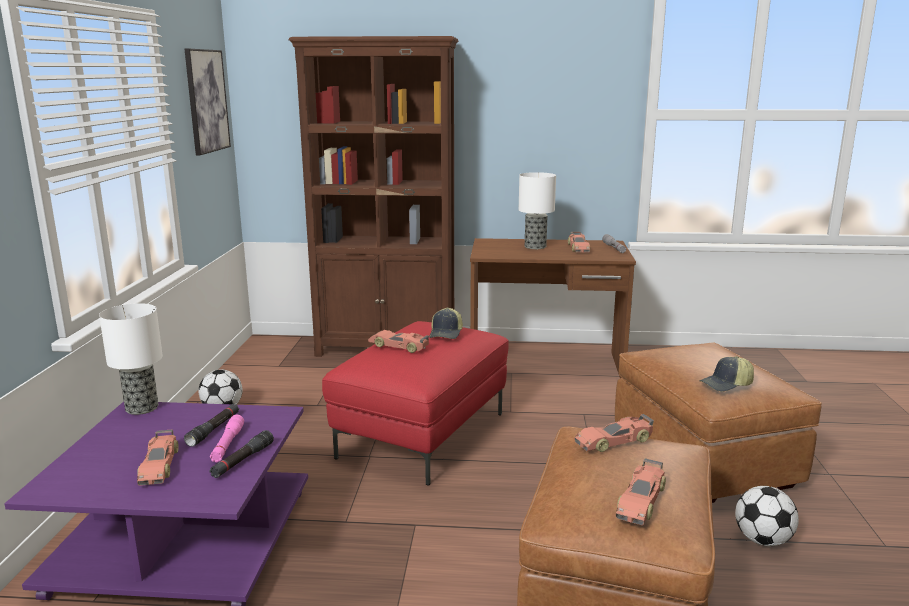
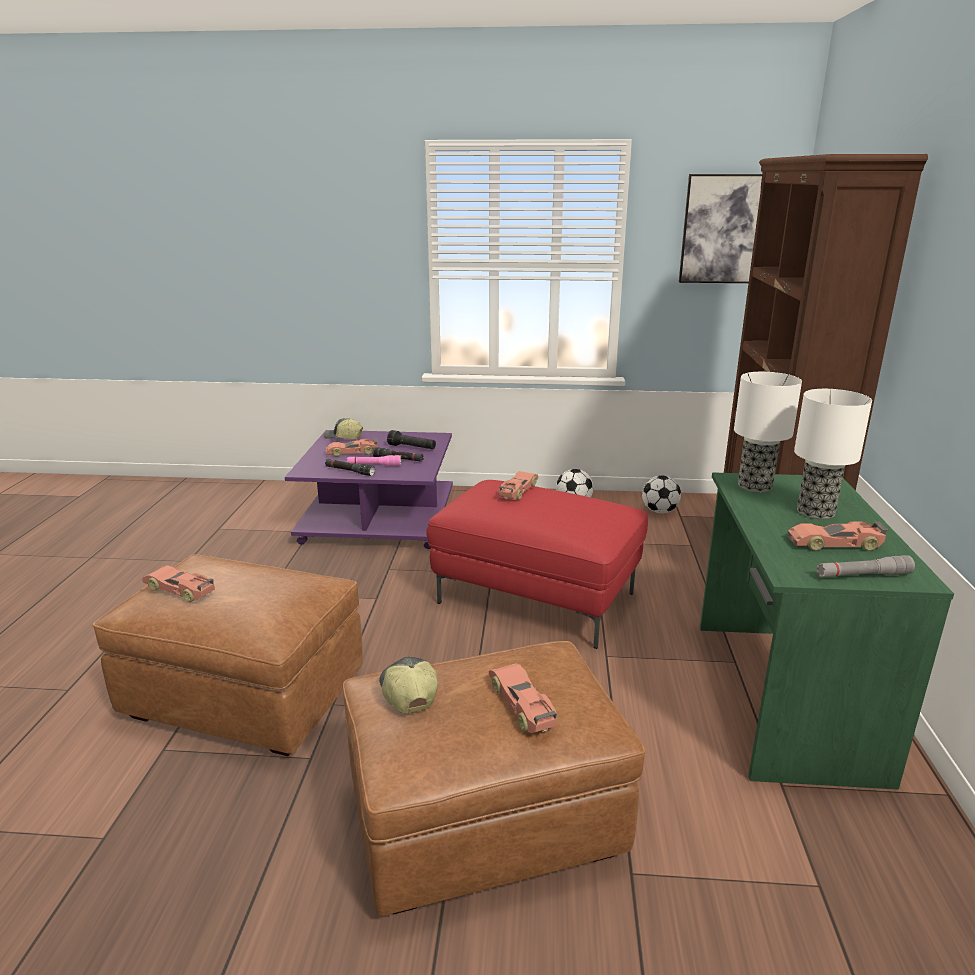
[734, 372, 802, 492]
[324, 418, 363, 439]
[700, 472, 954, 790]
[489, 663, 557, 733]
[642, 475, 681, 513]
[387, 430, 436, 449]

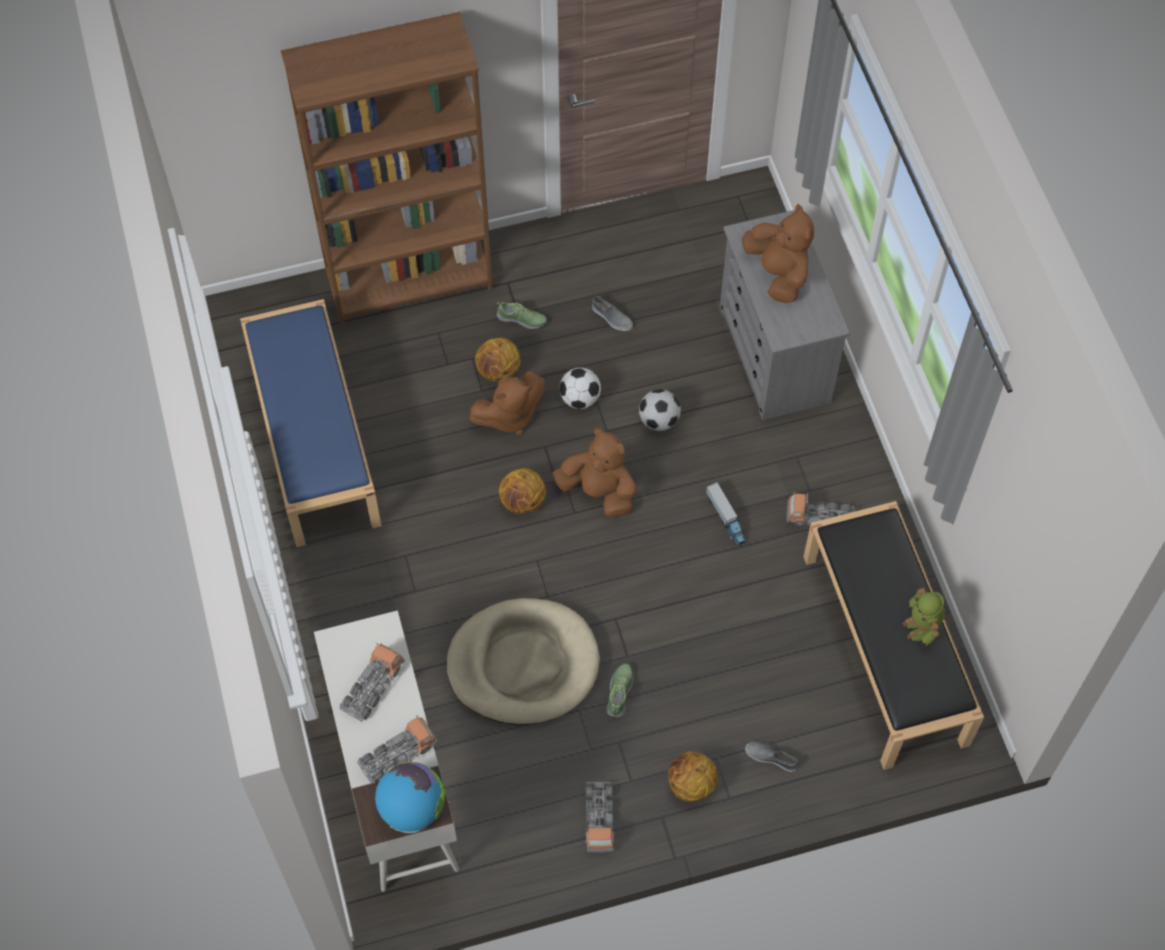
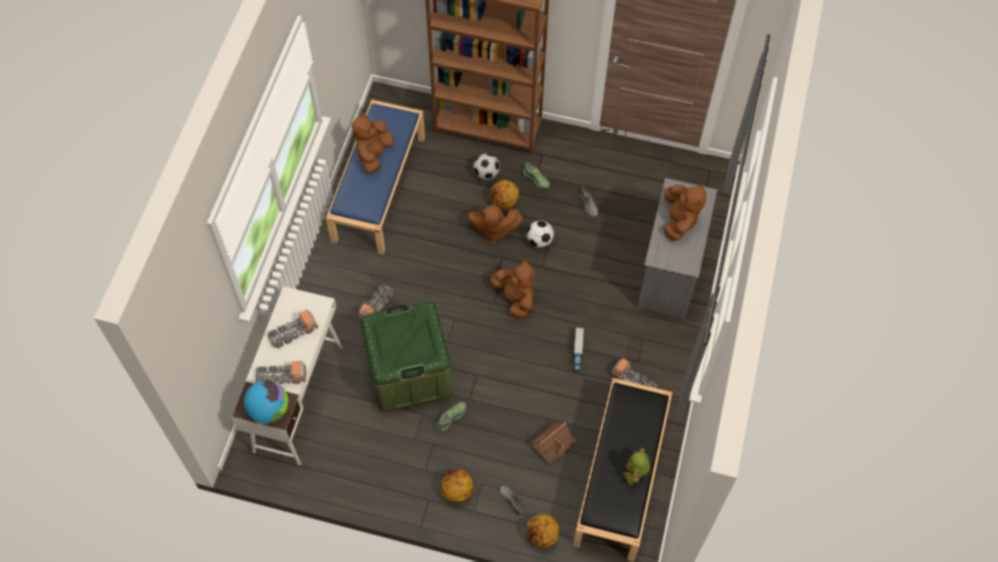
[360, 301, 453, 412]
[526, 514, 559, 548]
[358, 284, 395, 319]
[474, 154, 500, 180]
[352, 113, 394, 174]
[530, 423, 576, 464]

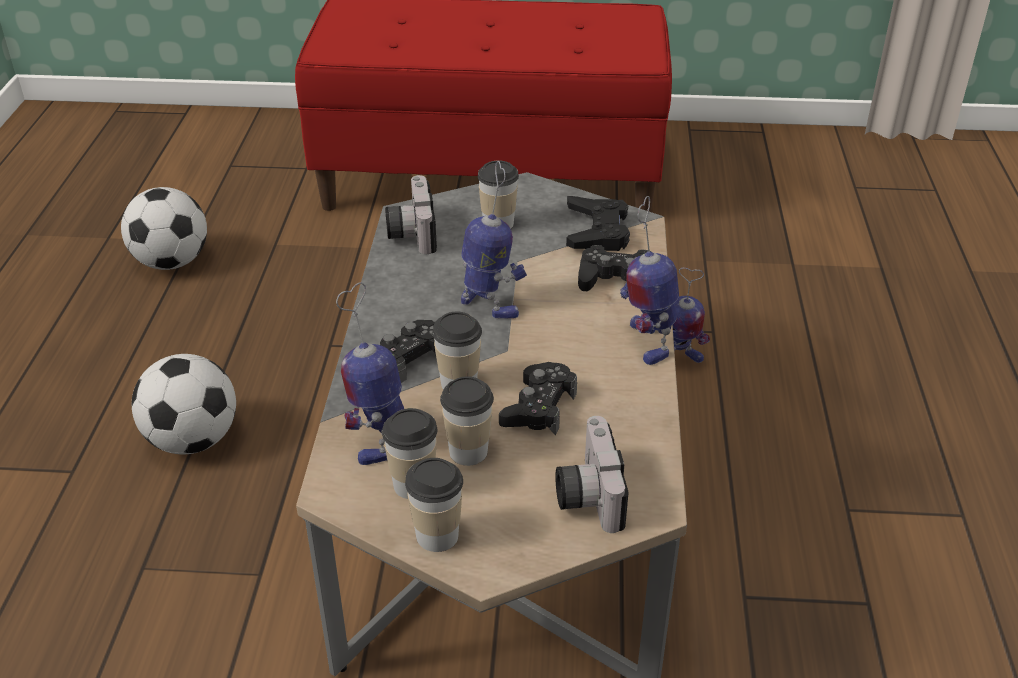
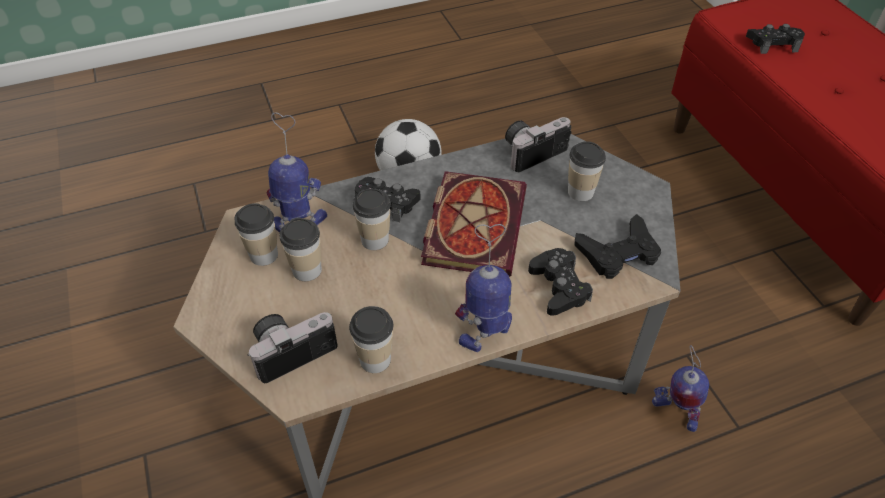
[121, 187, 207, 270] (first image)
[349, 306, 393, 373]
[421, 171, 527, 277]
[746, 24, 805, 54]

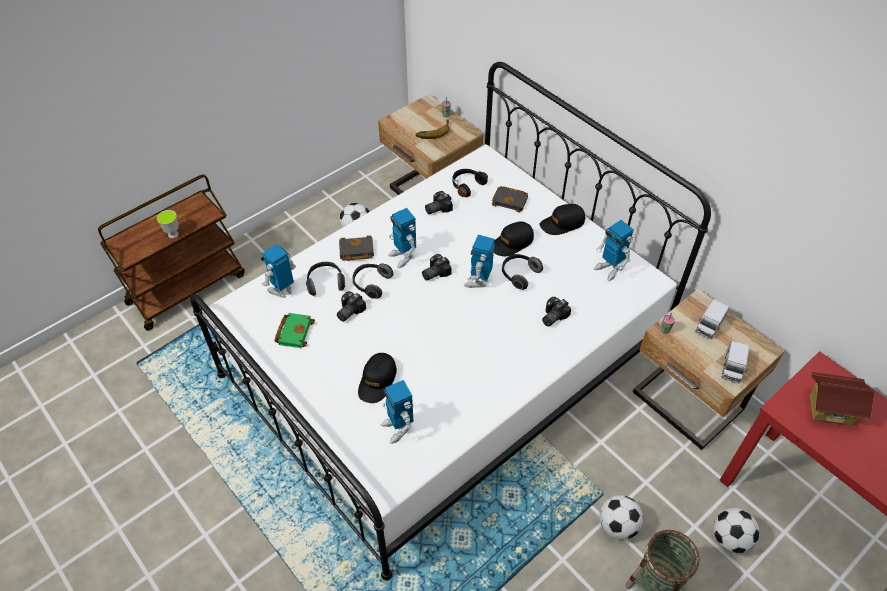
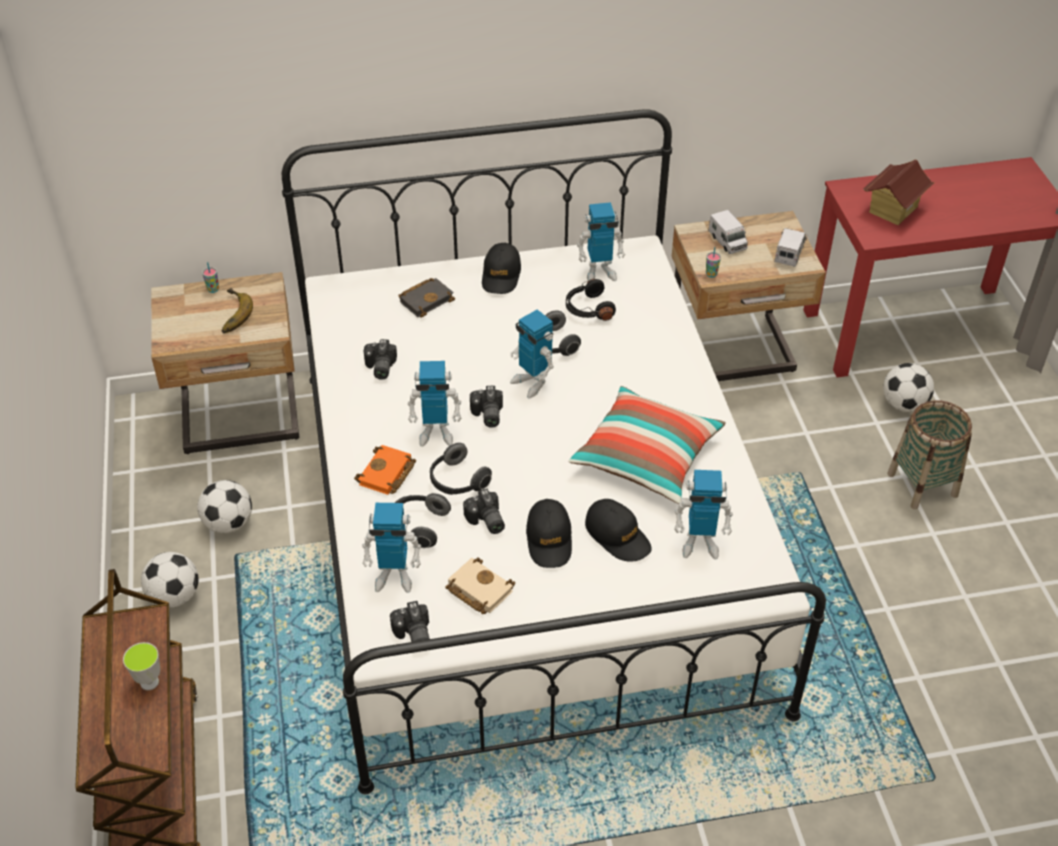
[362, 503, 421, 593]
[446, 557, 515, 614]
[354, 445, 416, 495]
[566, 279, 616, 321]
[526, 499, 572, 568]
[390, 601, 430, 642]
[141, 552, 199, 608]
[774, 228, 807, 267]
[569, 386, 726, 504]

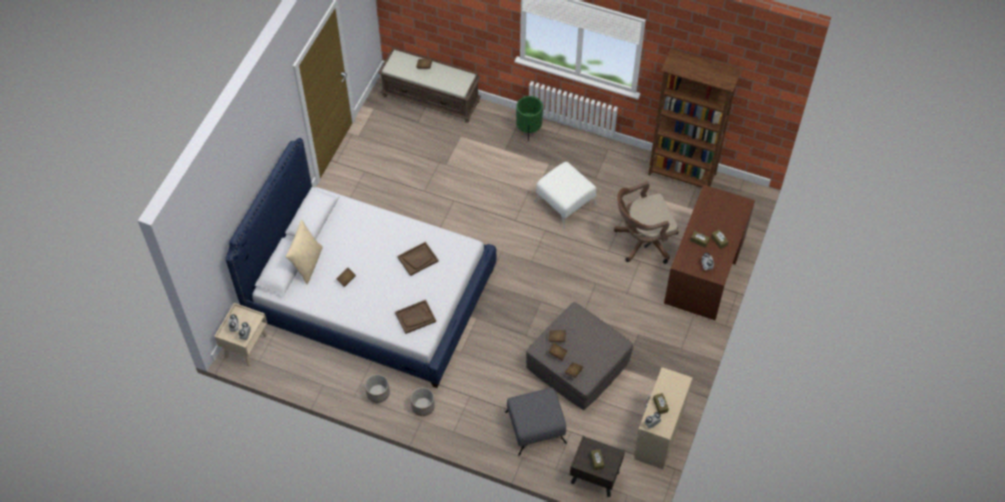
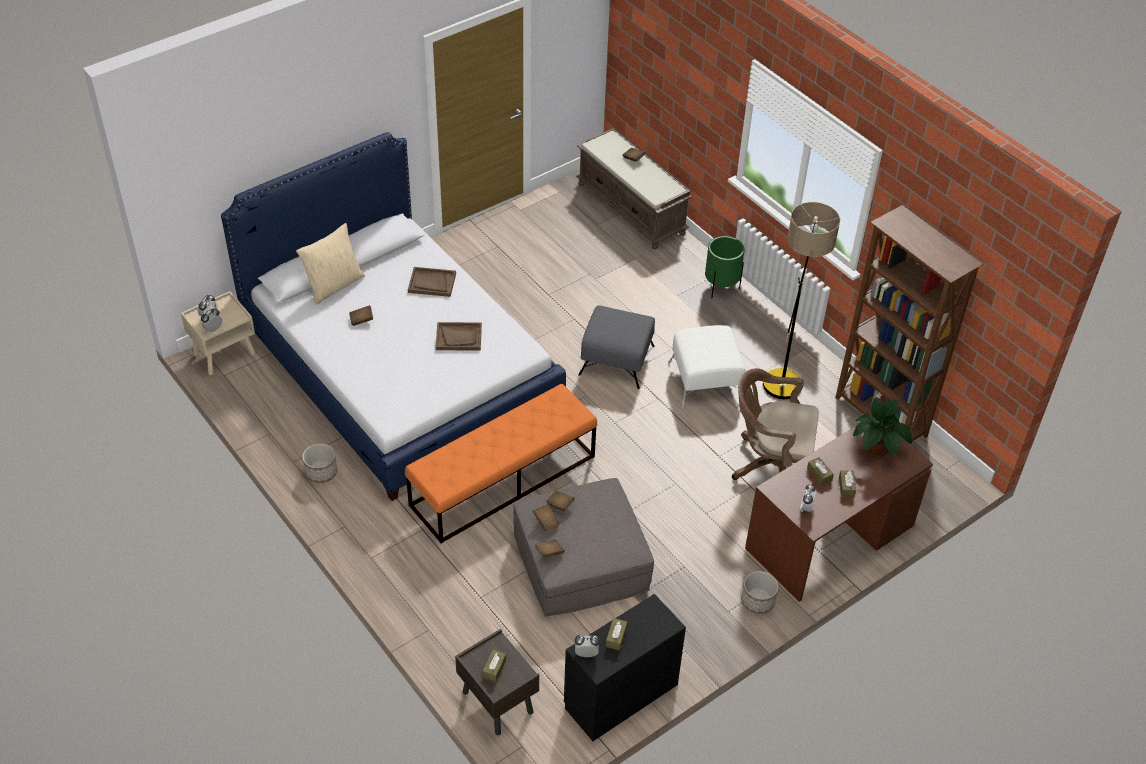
[408, 267, 456, 297]
[741, 571, 779, 614]
[578, 305, 655, 389]
[564, 594, 686, 741]
[405, 384, 597, 543]
[763, 202, 840, 399]
[853, 397, 912, 456]

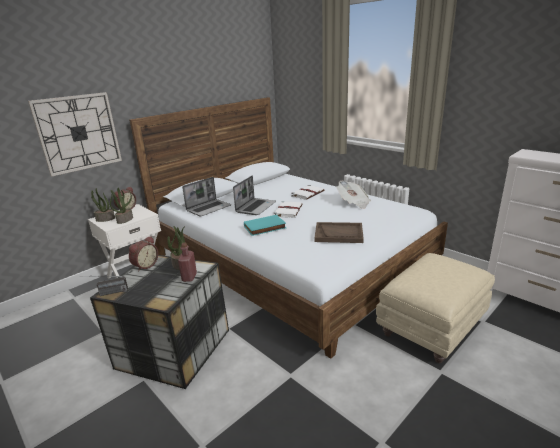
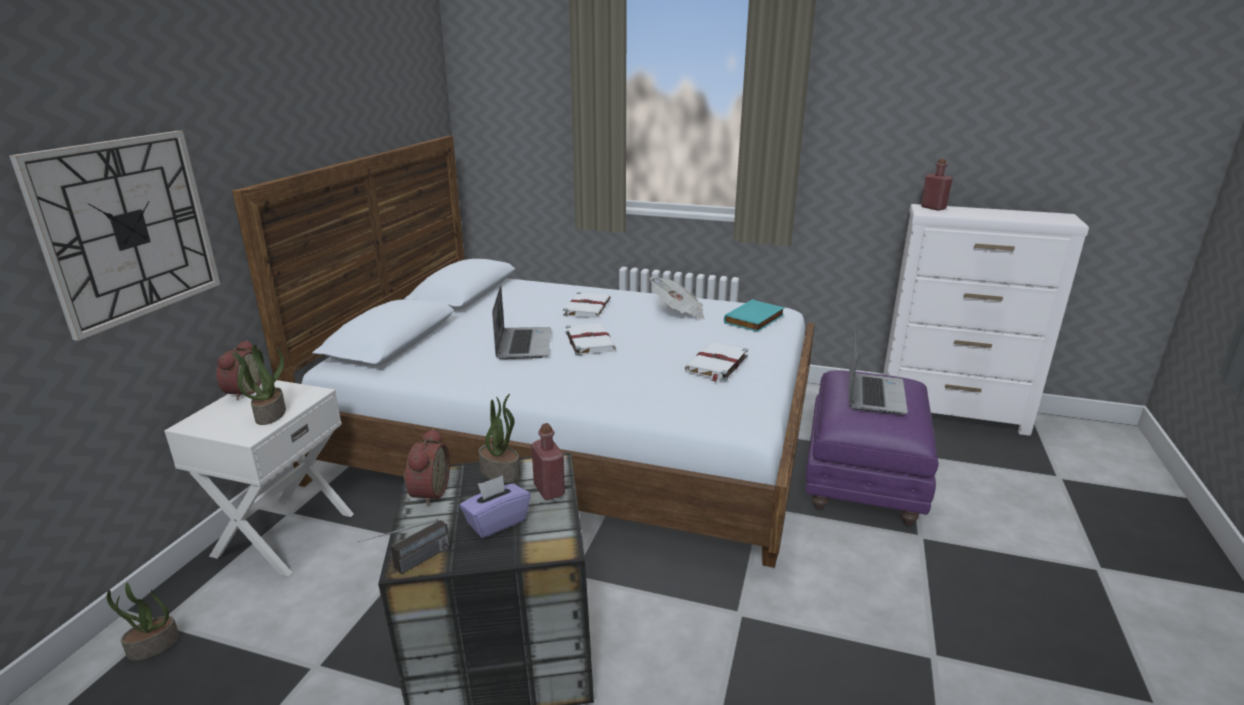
[107, 583, 180, 661]
[849, 329, 908, 414]
[724, 299, 785, 332]
[684, 342, 748, 382]
[806, 370, 939, 526]
[460, 475, 530, 538]
[921, 159, 953, 211]

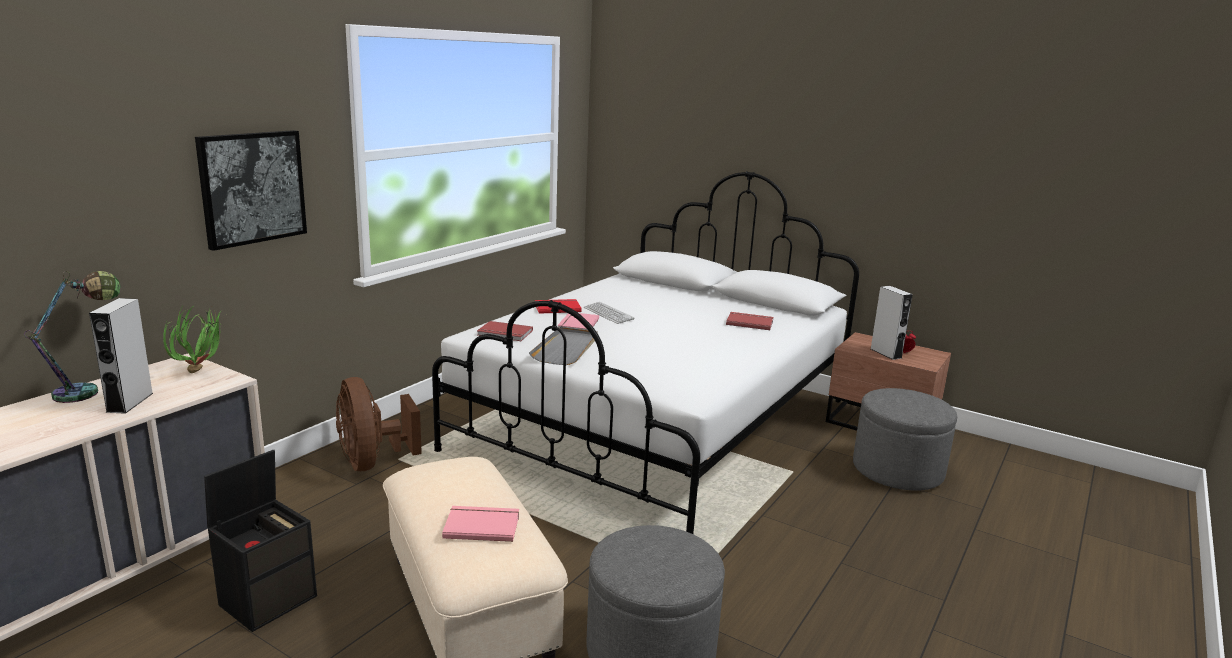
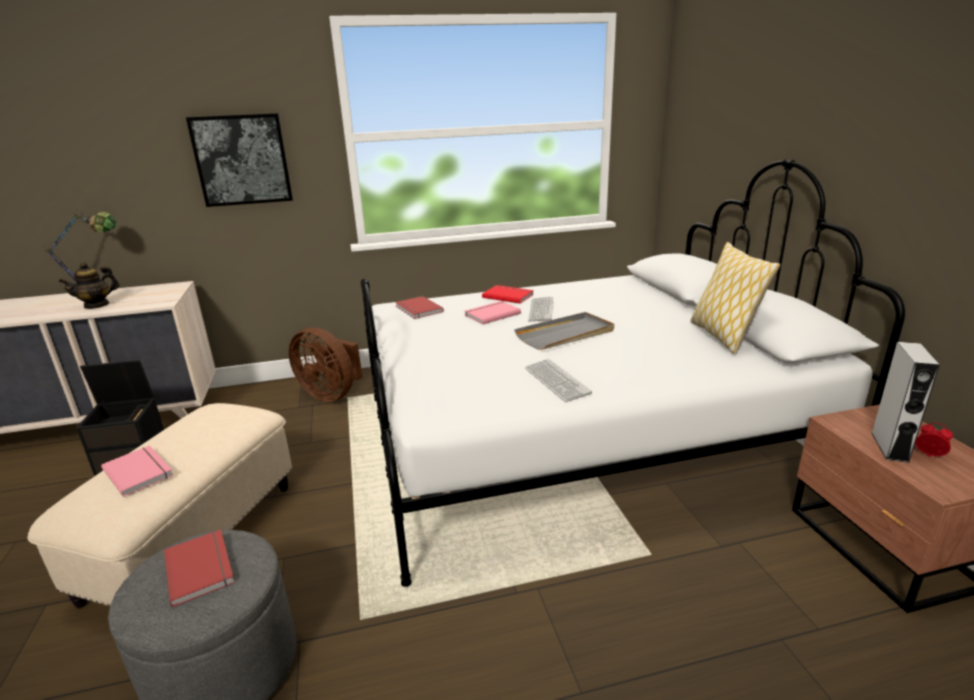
[59, 262, 119, 309]
[163, 304, 221, 373] (first image)
[289, 327, 362, 402]
[514, 312, 614, 350]
[164, 529, 235, 607]
[853, 388, 957, 490] (first image)
[525, 359, 592, 402]
[691, 242, 780, 354]

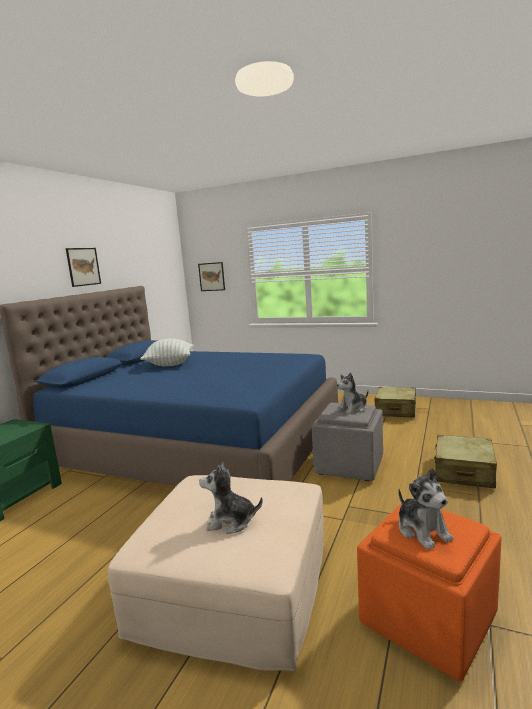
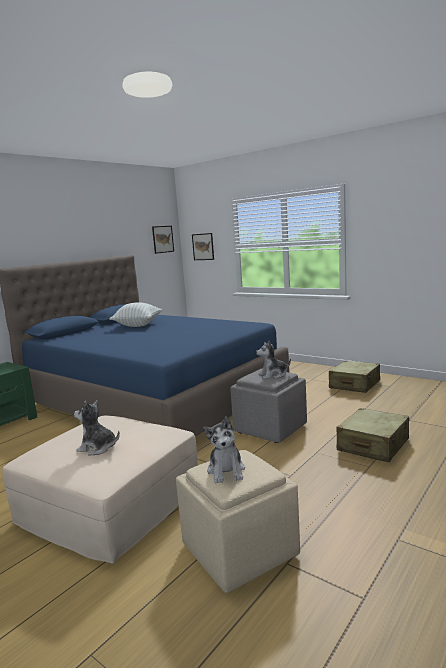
[152, 226, 174, 254]
[176, 450, 300, 593]

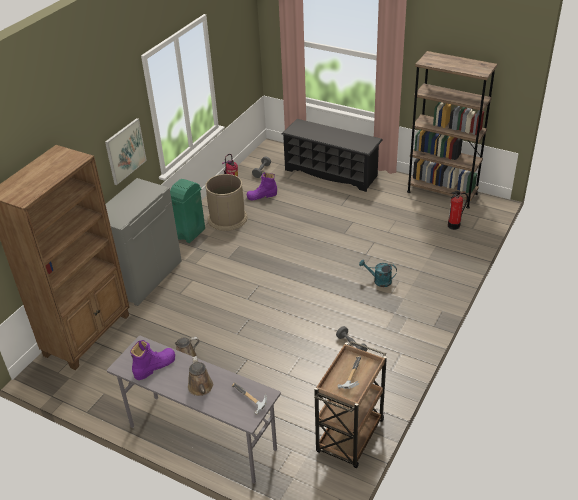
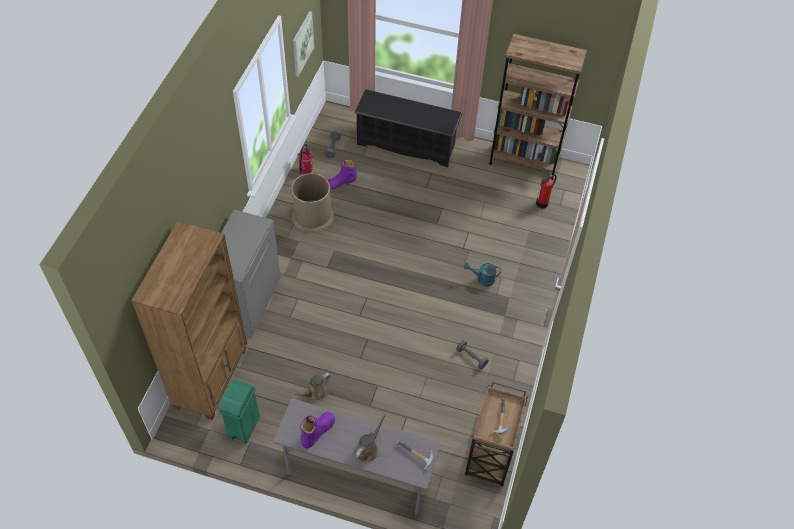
[293, 11, 314, 77]
[219, 380, 260, 444]
[355, 412, 387, 462]

